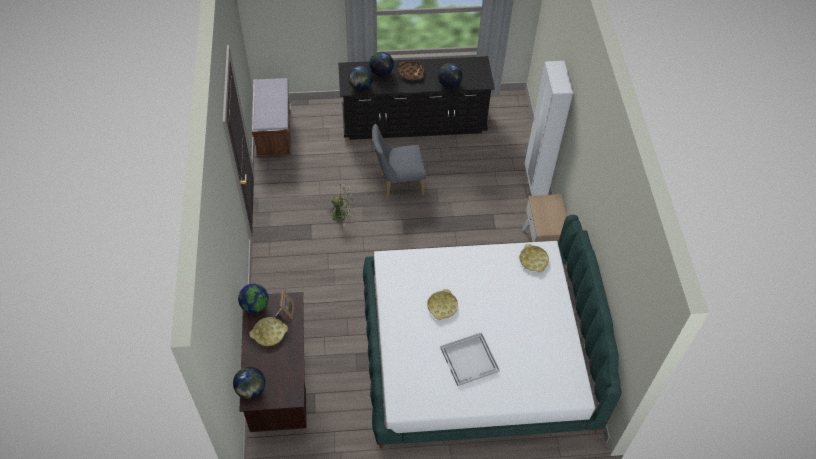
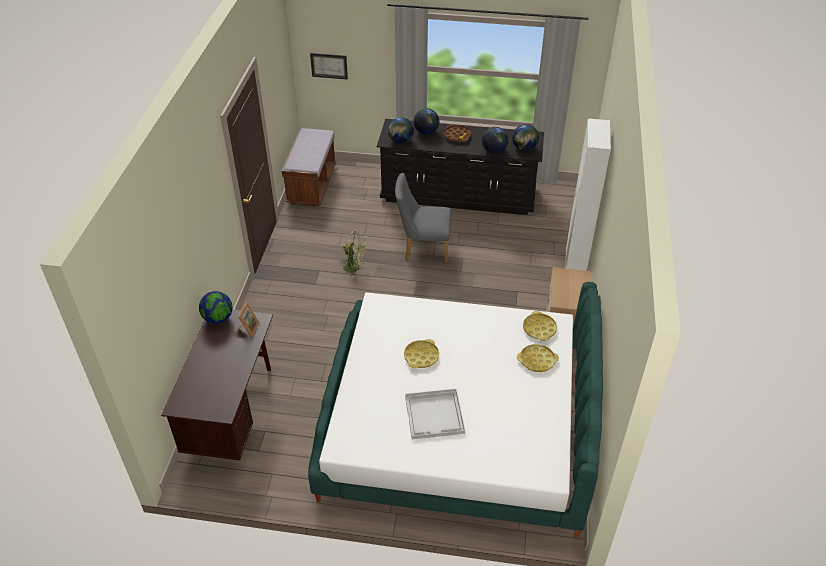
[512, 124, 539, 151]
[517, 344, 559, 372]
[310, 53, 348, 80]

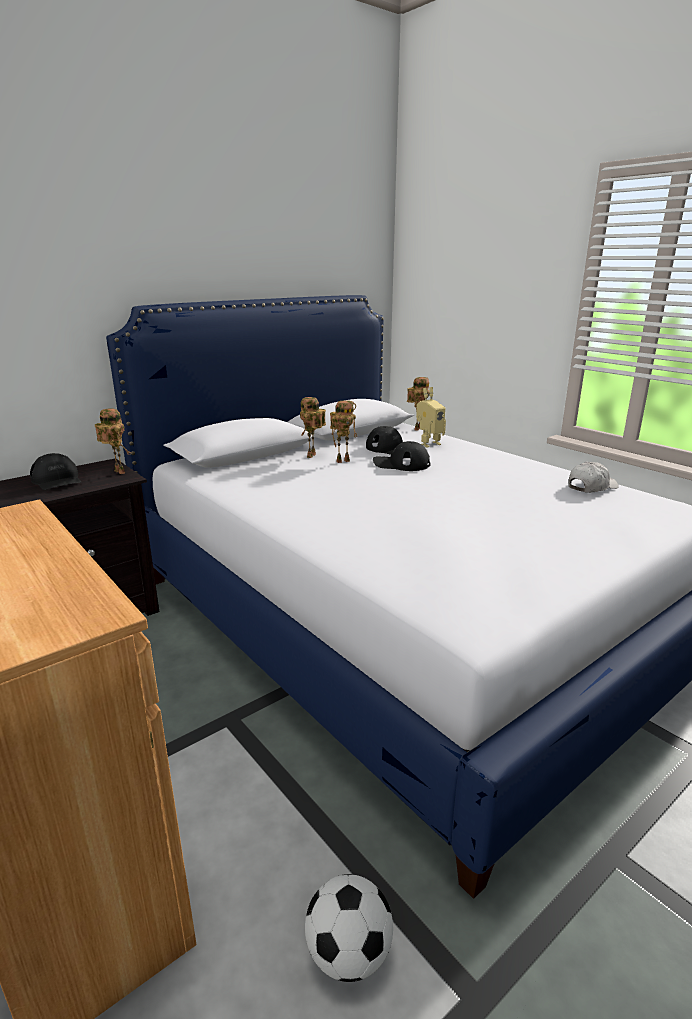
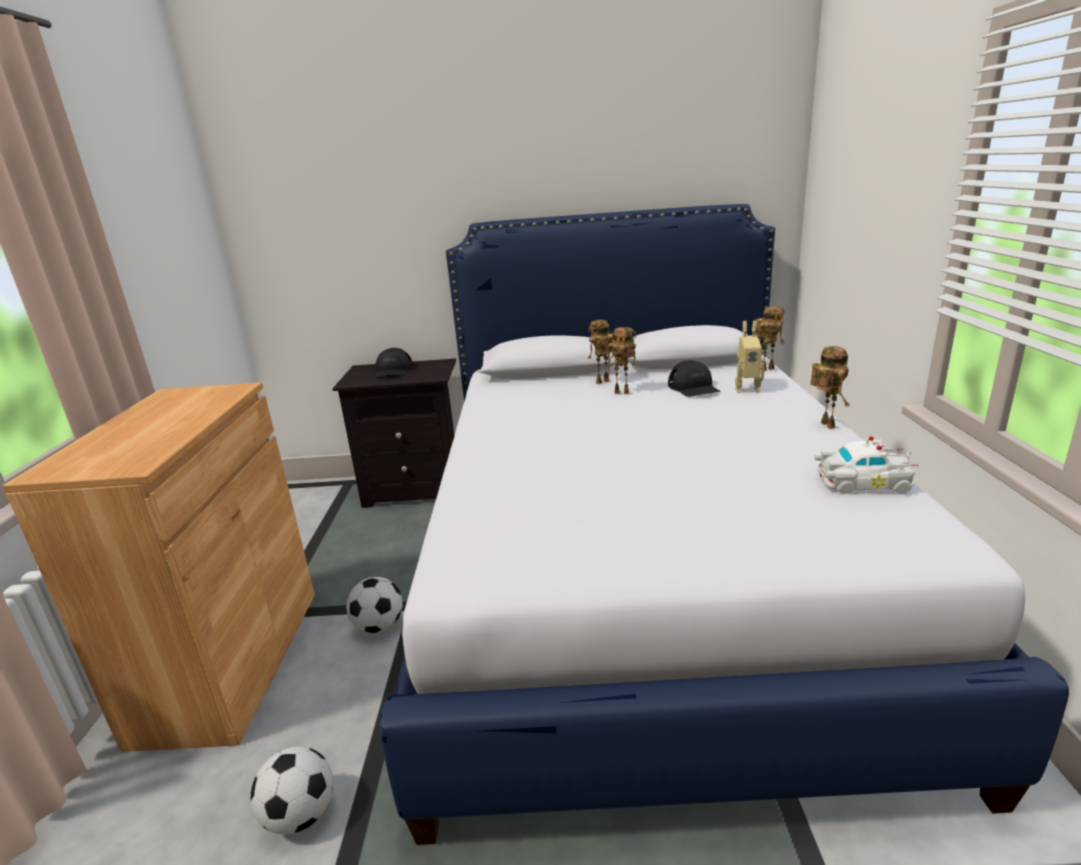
[810, 346, 850, 429]
[373, 441, 431, 471] (first image)
[815, 436, 918, 494]
[346, 577, 403, 633]

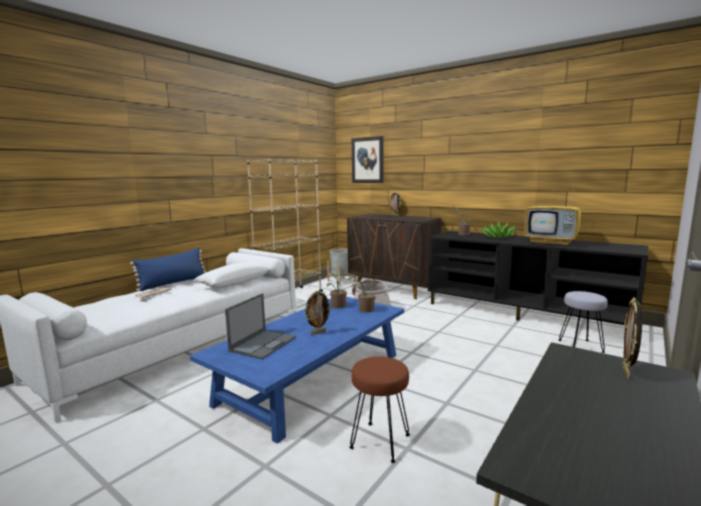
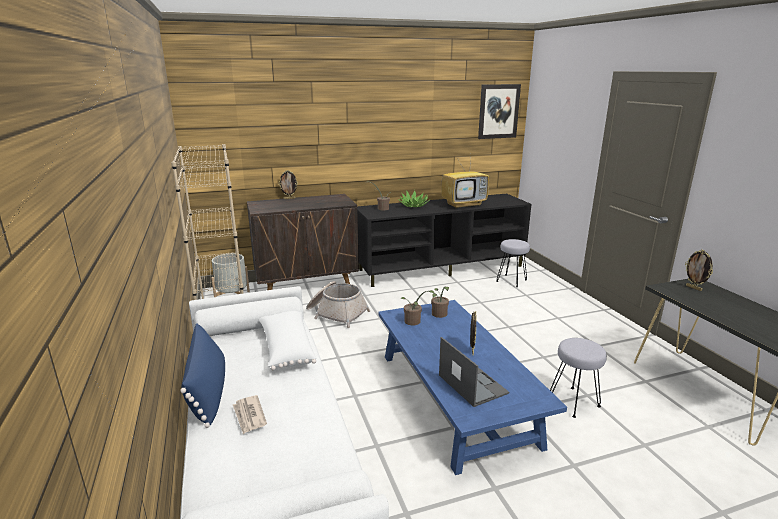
[550, 338, 607, 418]
[478, 84, 521, 139]

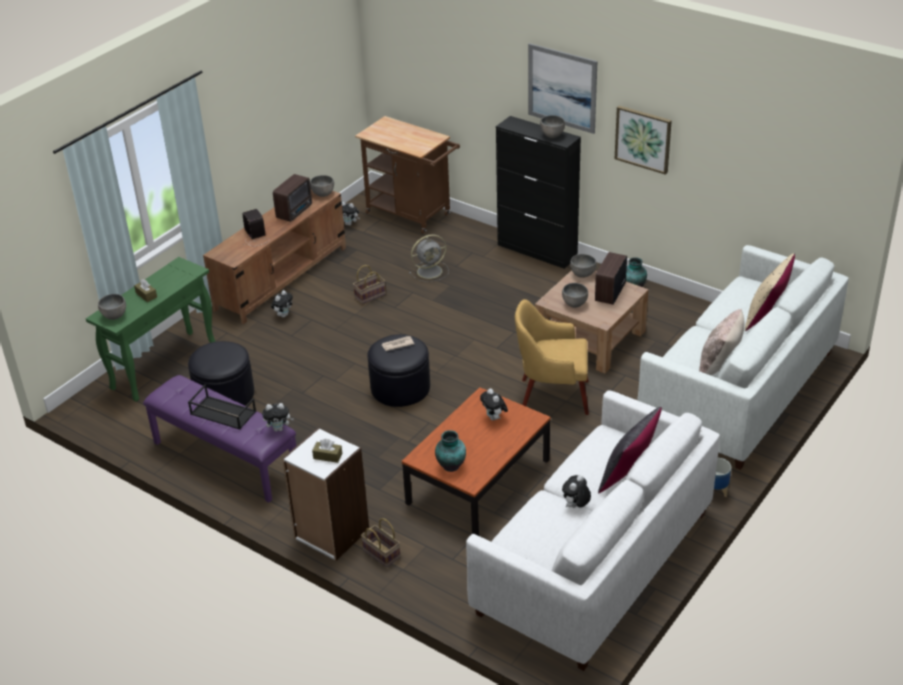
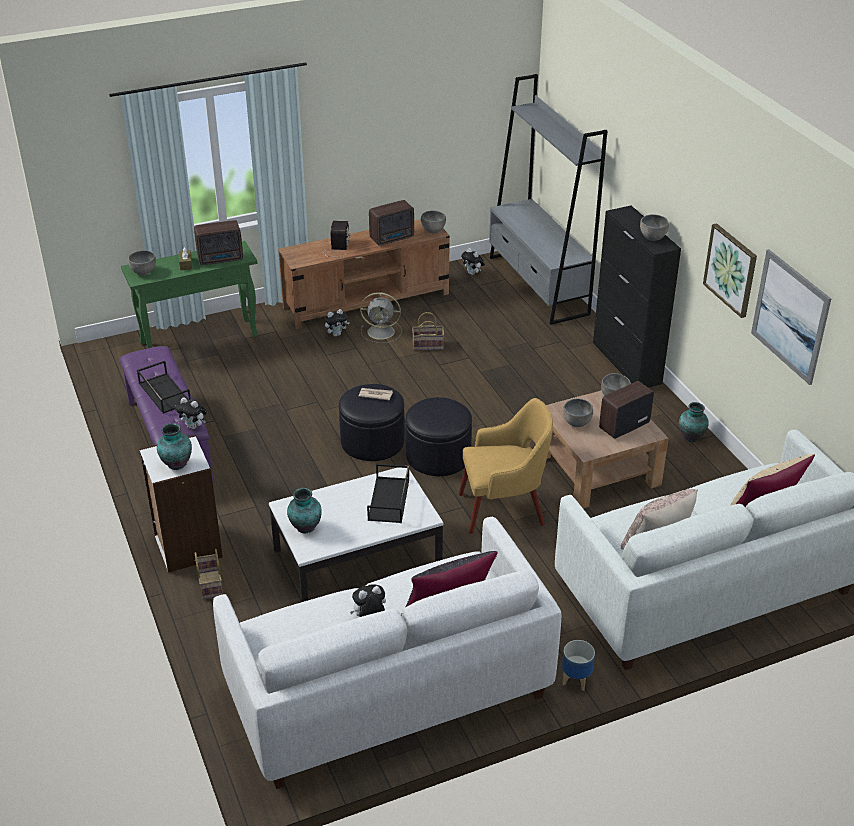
[405, 397, 472, 476]
[157, 423, 192, 470]
[489, 74, 607, 325]
[269, 465, 444, 602]
[360, 292, 402, 343]
[367, 464, 409, 523]
[459, 398, 553, 534]
[751, 249, 831, 385]
[194, 220, 243, 265]

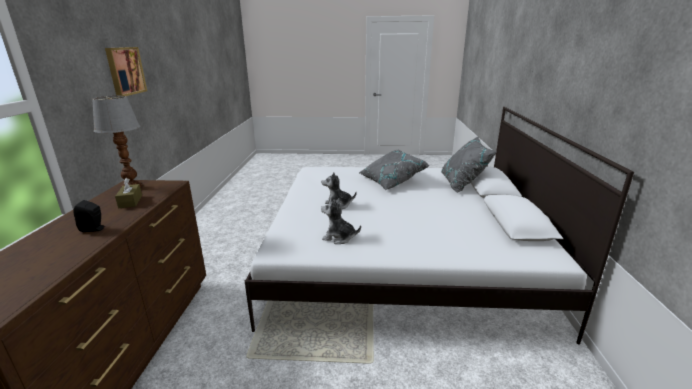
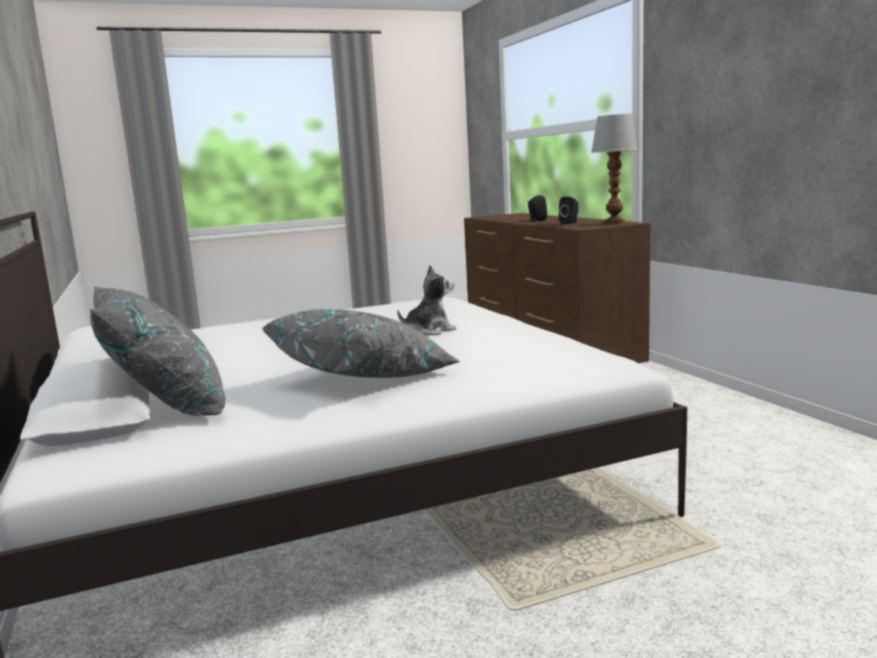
[105, 47, 147, 96] (first image)
[559, 197, 579, 224]
[321, 198, 361, 244] (first image)

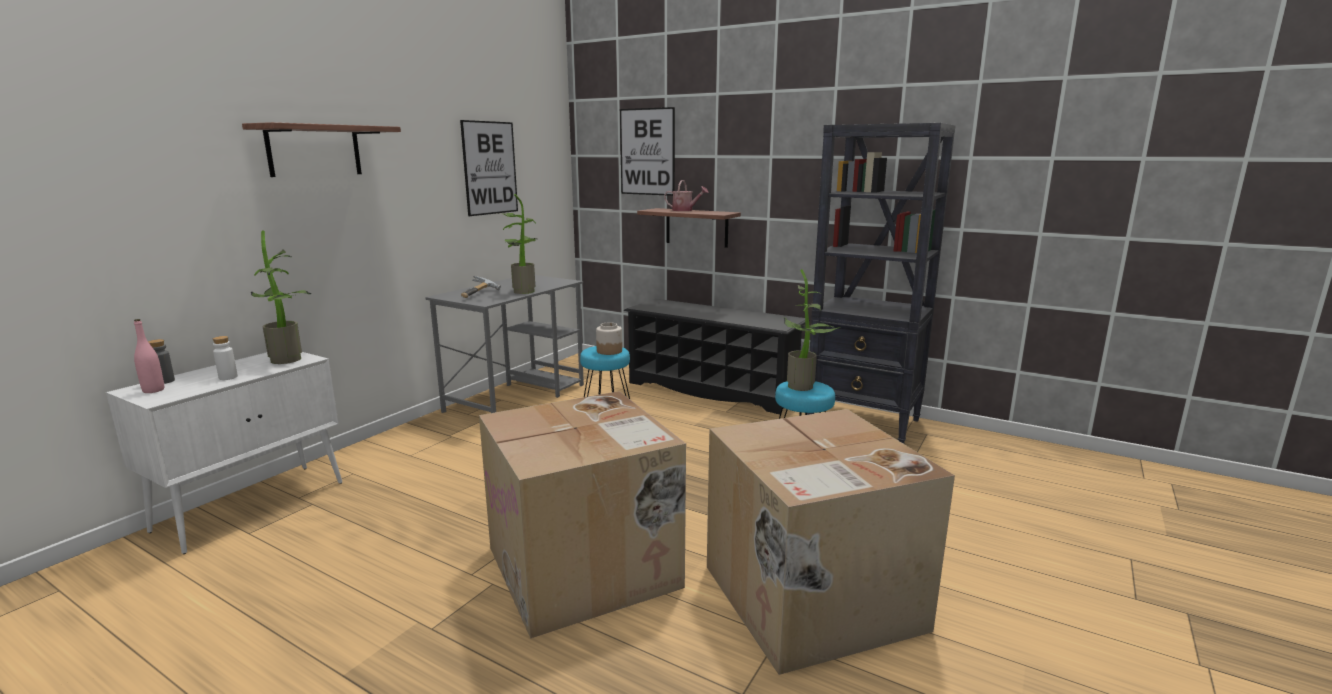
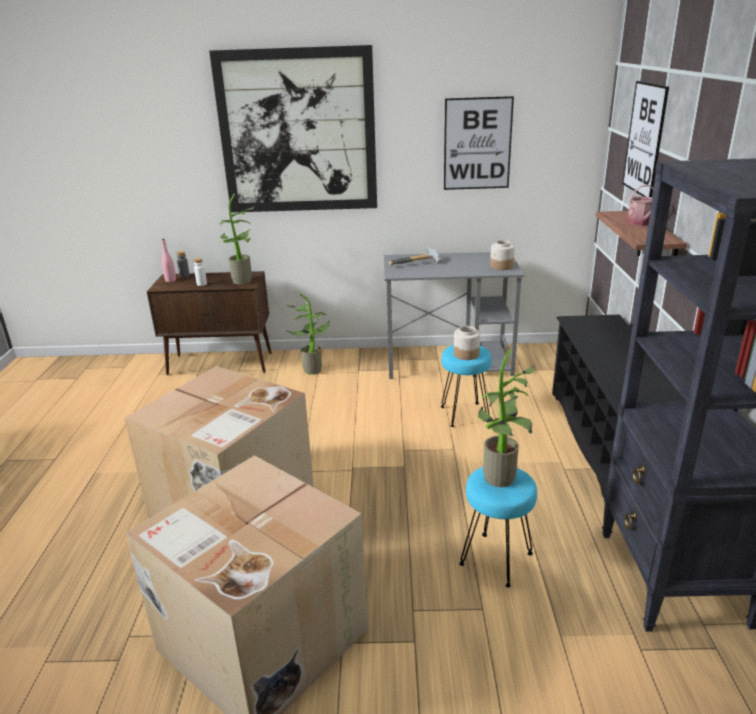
[147, 271, 272, 375]
[209, 45, 377, 213]
[287, 294, 330, 375]
[490, 240, 515, 270]

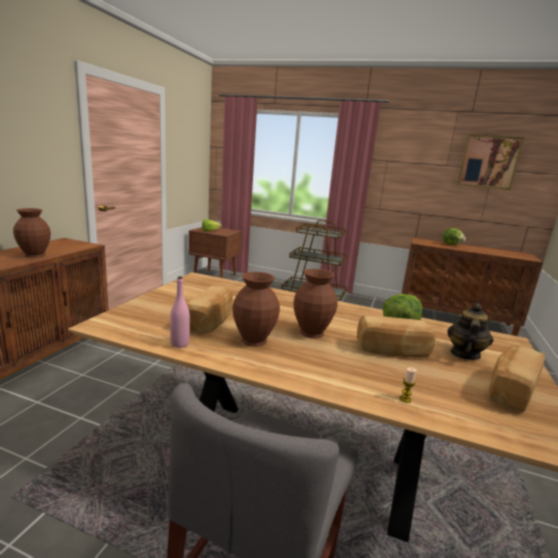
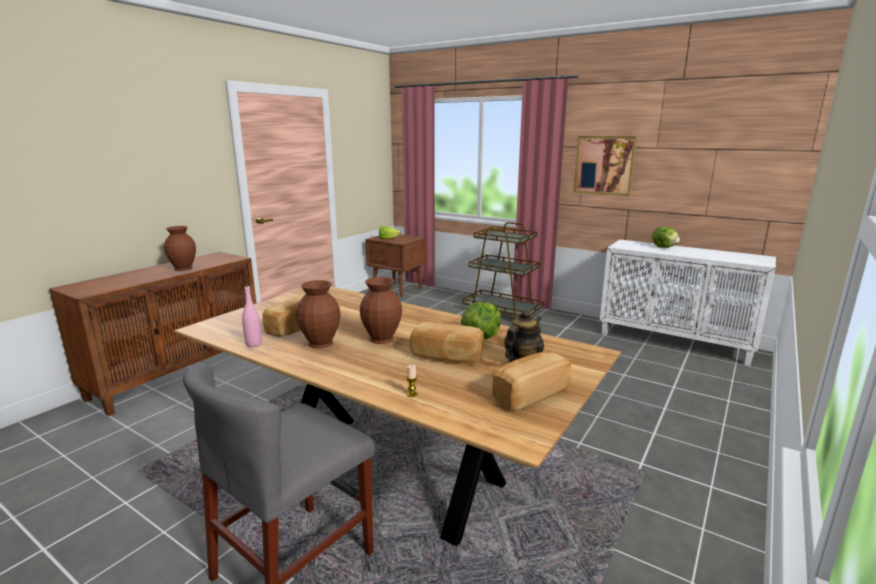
[600, 239, 776, 366]
[573, 136, 637, 196]

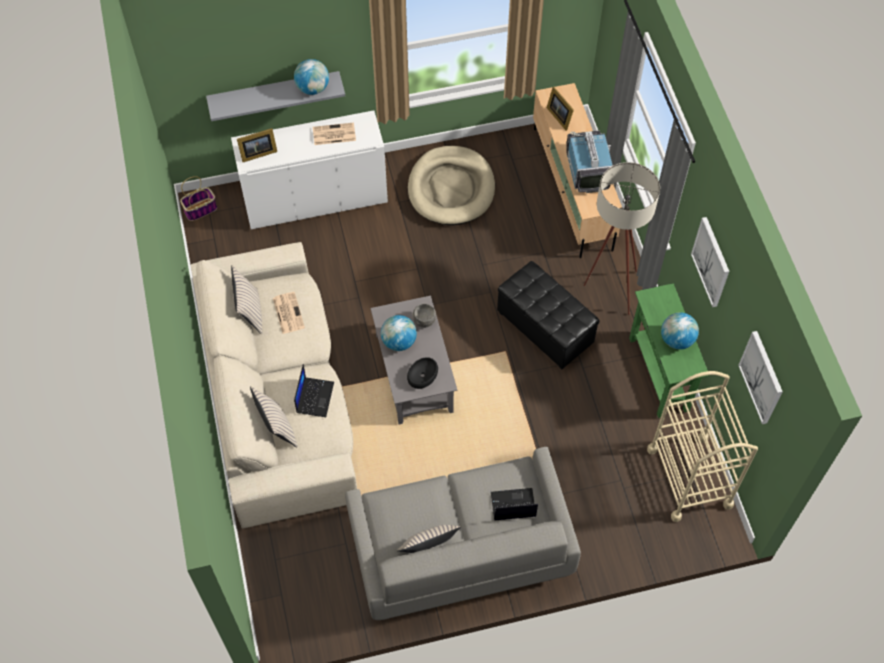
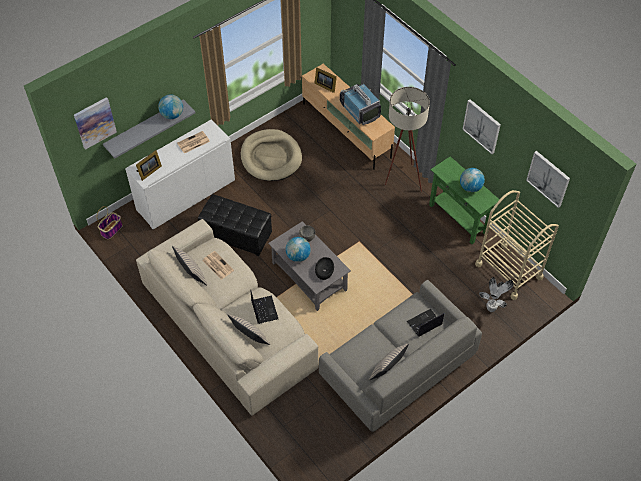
[198, 194, 272, 256]
[74, 97, 117, 150]
[479, 277, 514, 312]

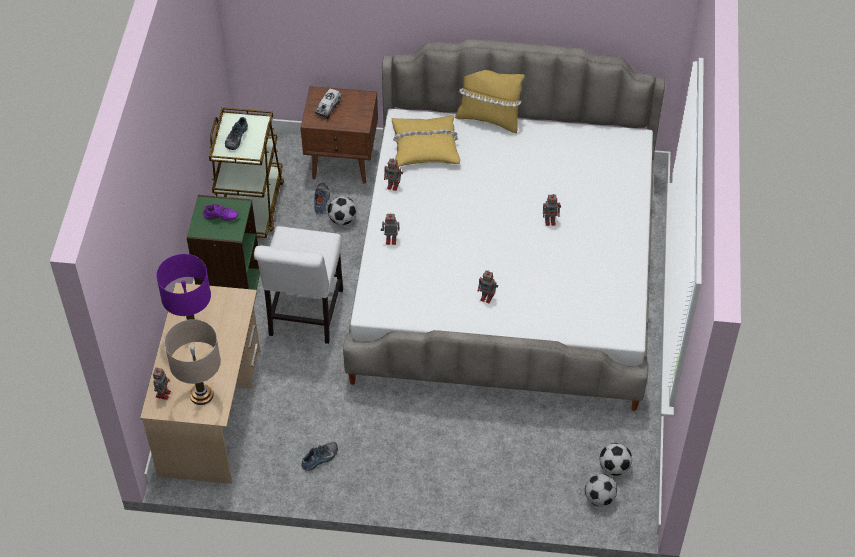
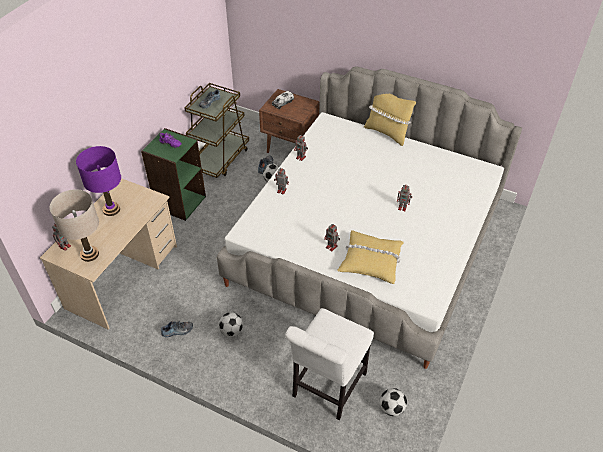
[285, 308, 374, 420]
[337, 230, 404, 284]
[219, 312, 243, 337]

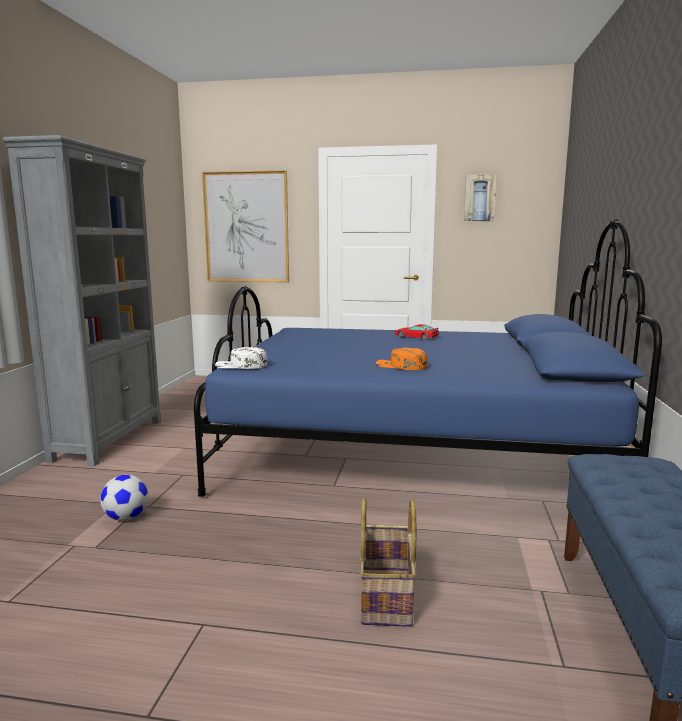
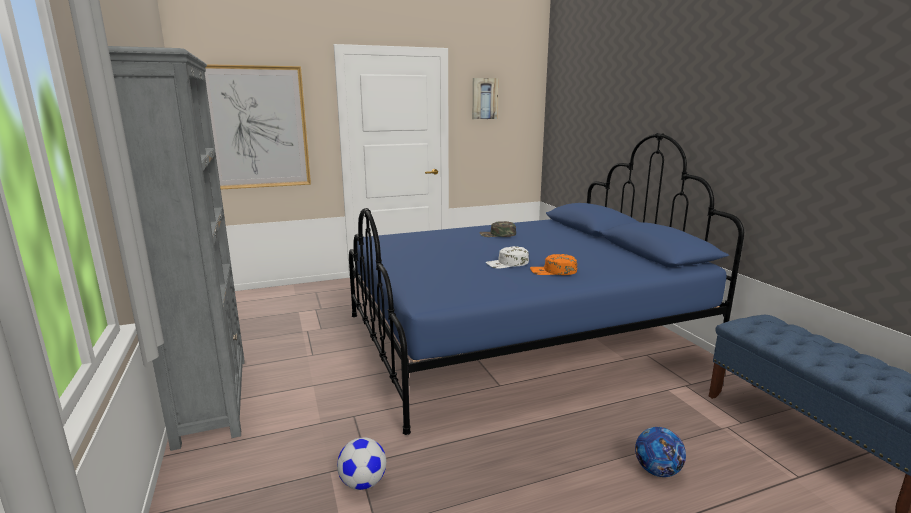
[486, 246, 529, 269]
[635, 427, 686, 477]
[480, 221, 516, 237]

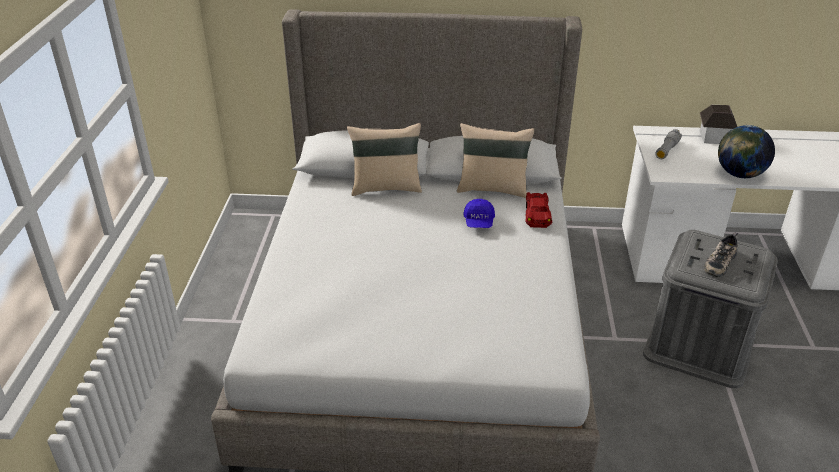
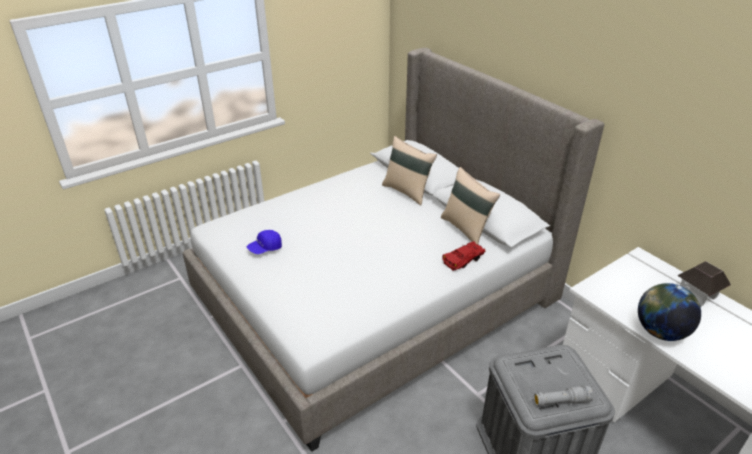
[247, 230, 282, 254]
[534, 386, 593, 407]
[704, 232, 738, 277] (first image)

